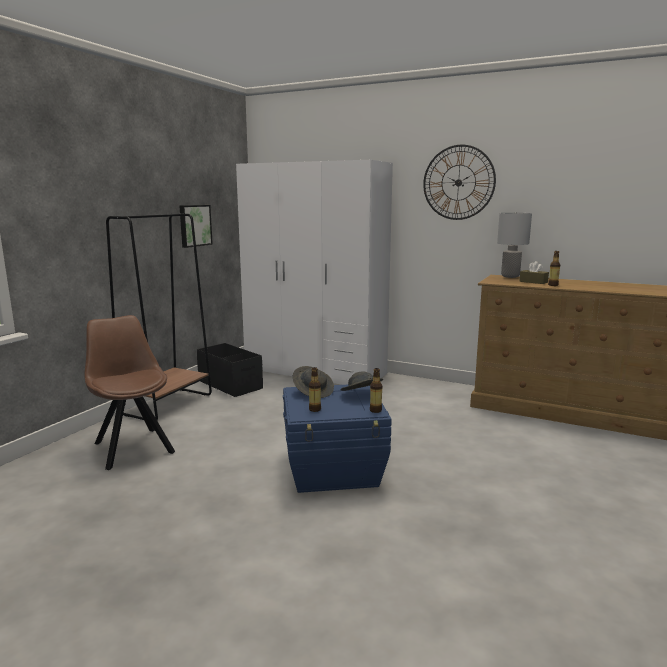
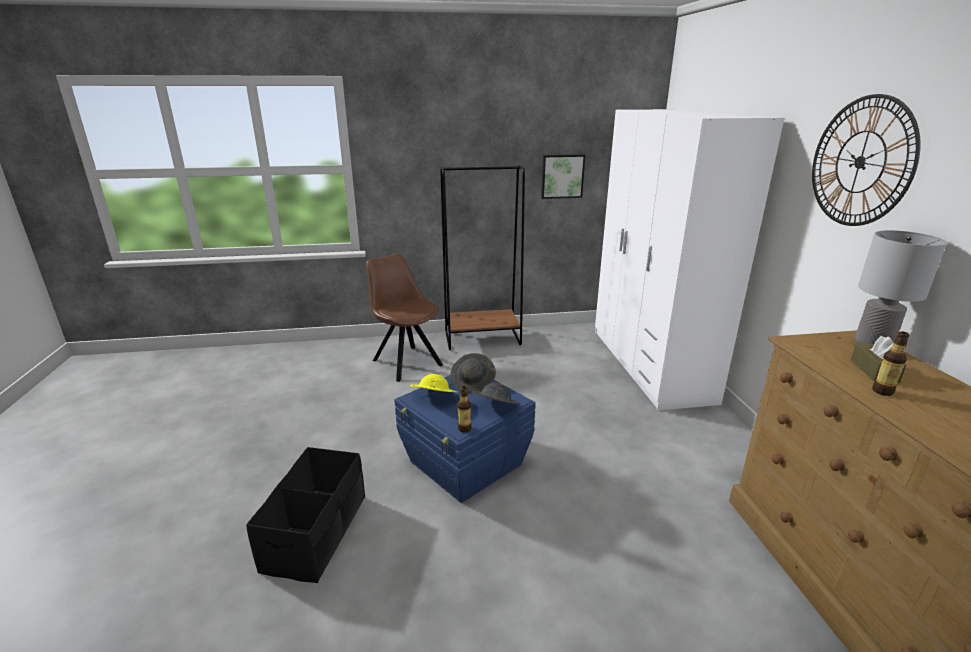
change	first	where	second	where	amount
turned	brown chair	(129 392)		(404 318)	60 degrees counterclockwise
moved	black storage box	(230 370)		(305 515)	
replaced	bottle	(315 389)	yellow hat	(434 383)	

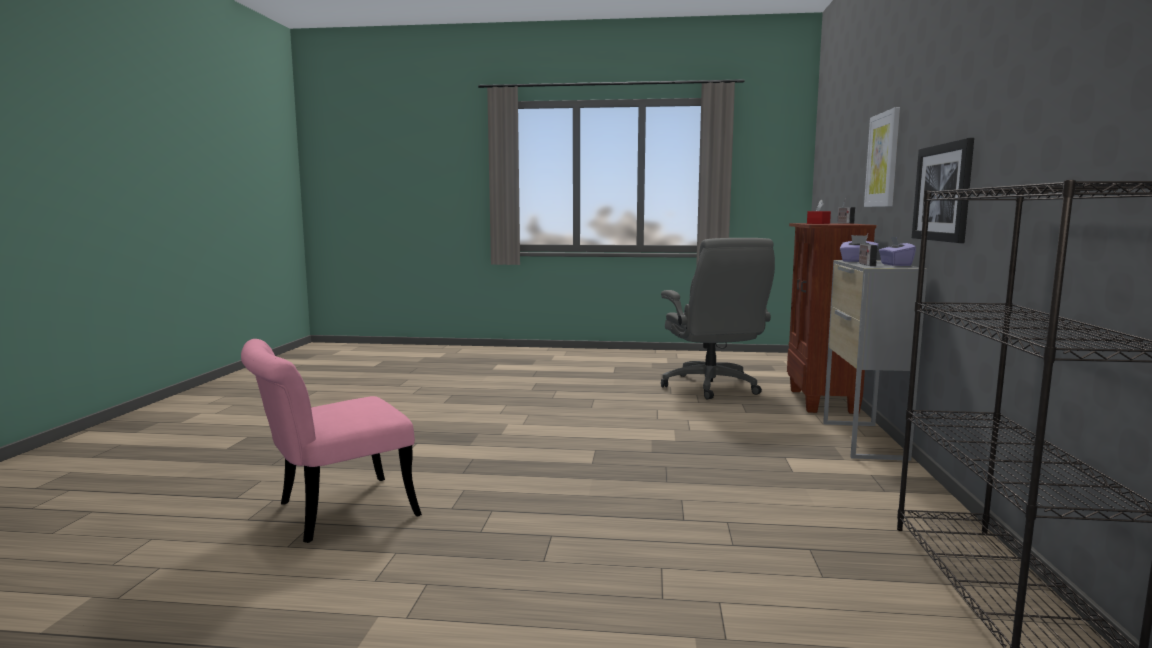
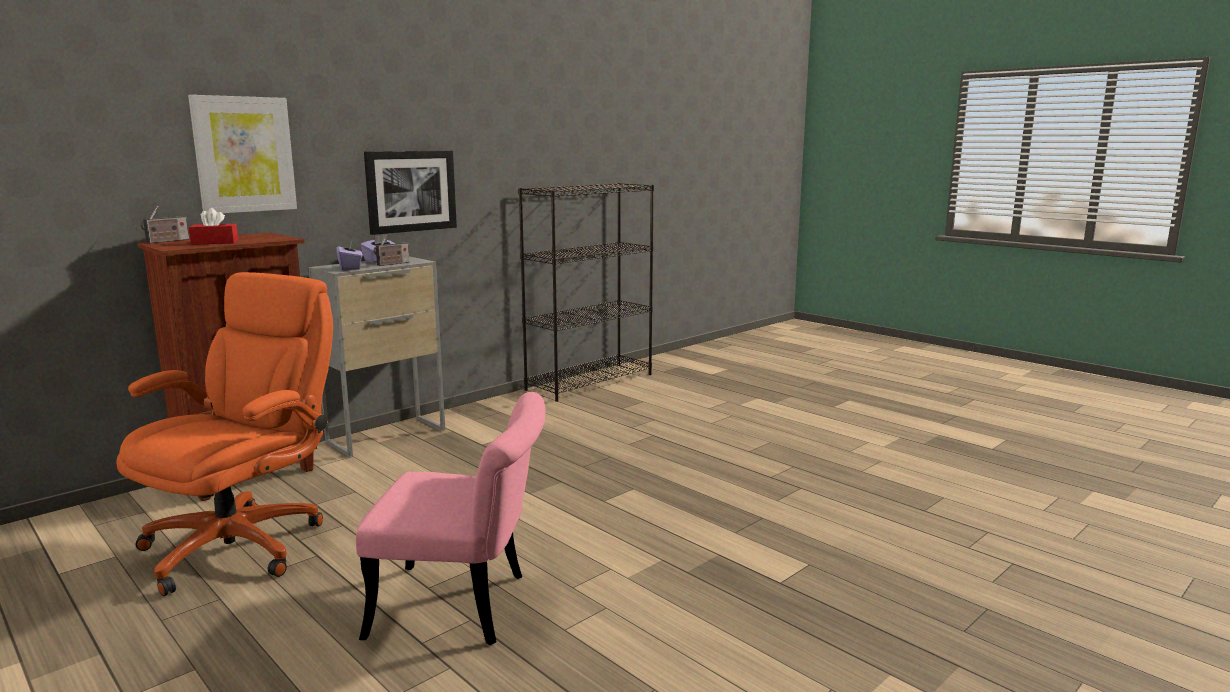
change	first	where	second	where	amount
recoloured	grey office chair	(718 319)	orange office chair	(224 434)	
moved	pink chair	(331 441)		(451 518)	

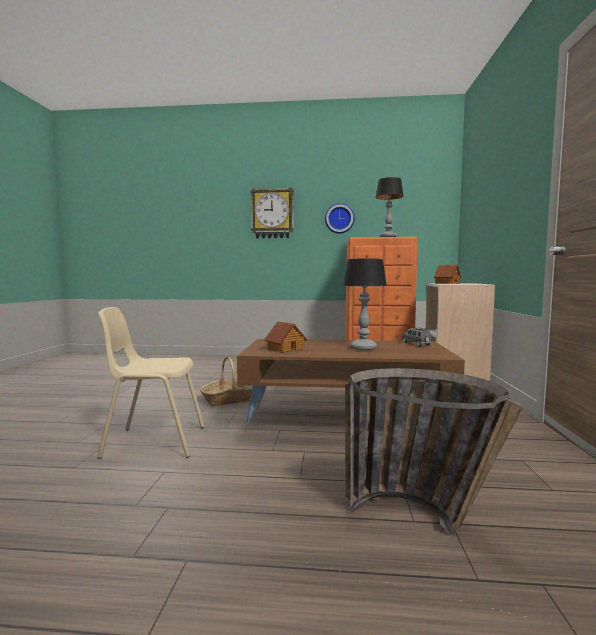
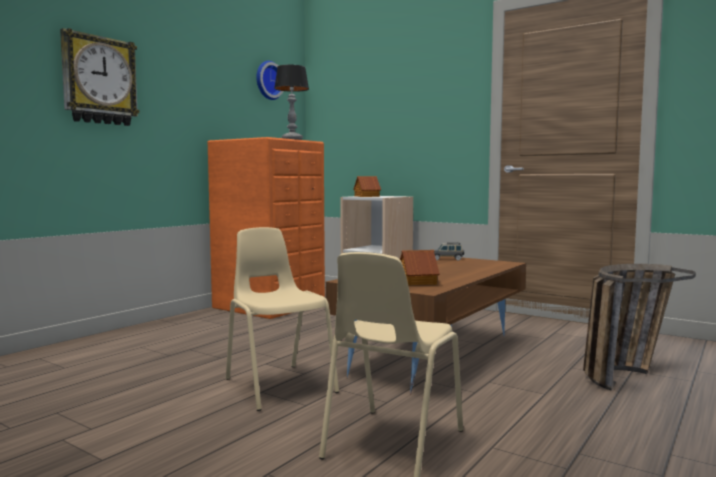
change	first	where	second	where	amount
moved	wall clock	(340 218)		(269 80)	
removed	table lamp	(365 304)			
replaced	basket	(226 381)	beige chair	(282 319)	

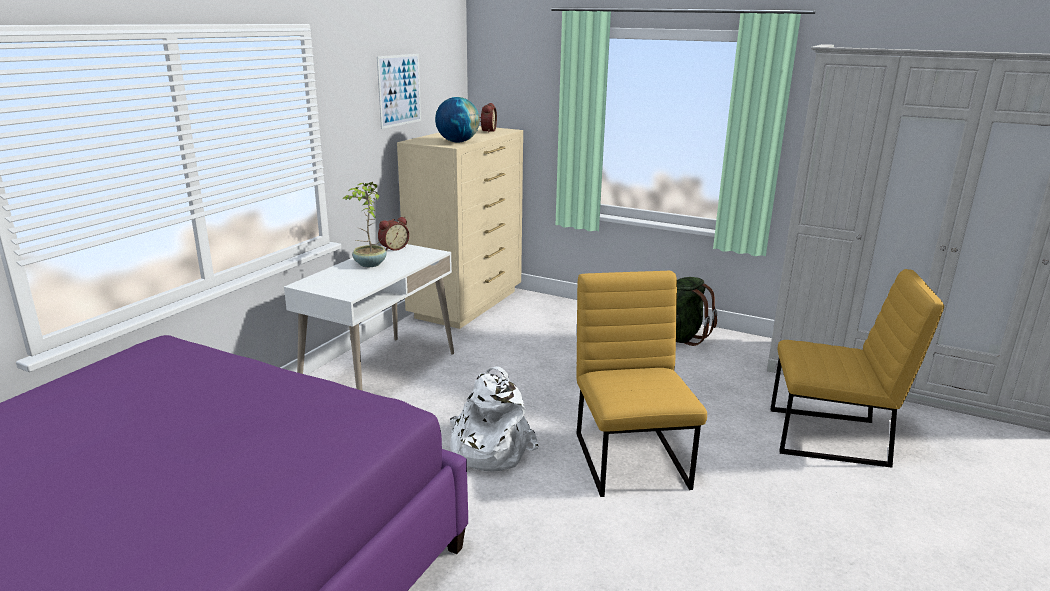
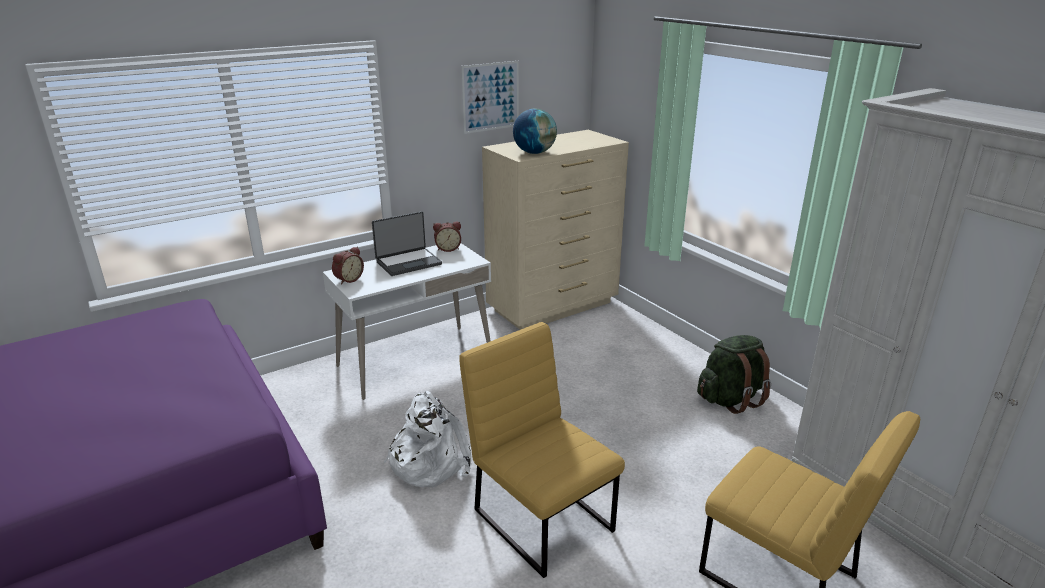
change	first	where	second	where	amount
moved	alarm clock	(488 118)		(348 266)	
replaced	potted plant	(365 224)	laptop	(407 243)	
turned	yellow chair	(641 384)		(542 450)	60 degrees counterclockwise

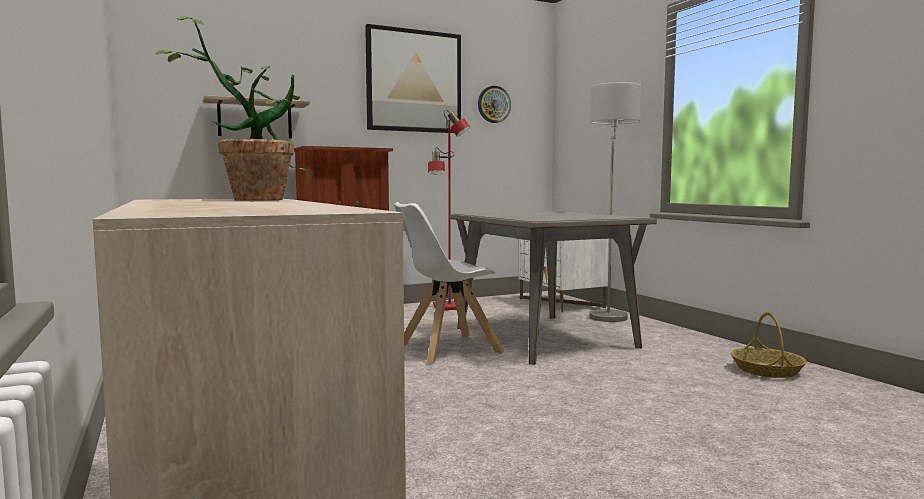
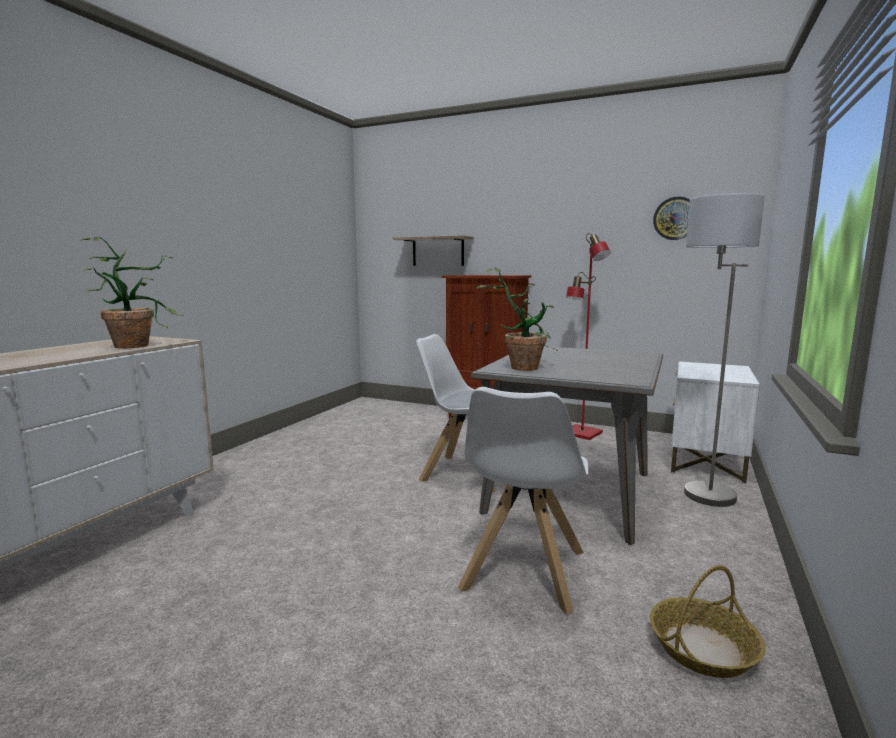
change	first	where	second	where	amount
removed	picture	(413 78)			
added			potted plant	(516 319)	
added			chair	(523 501)	

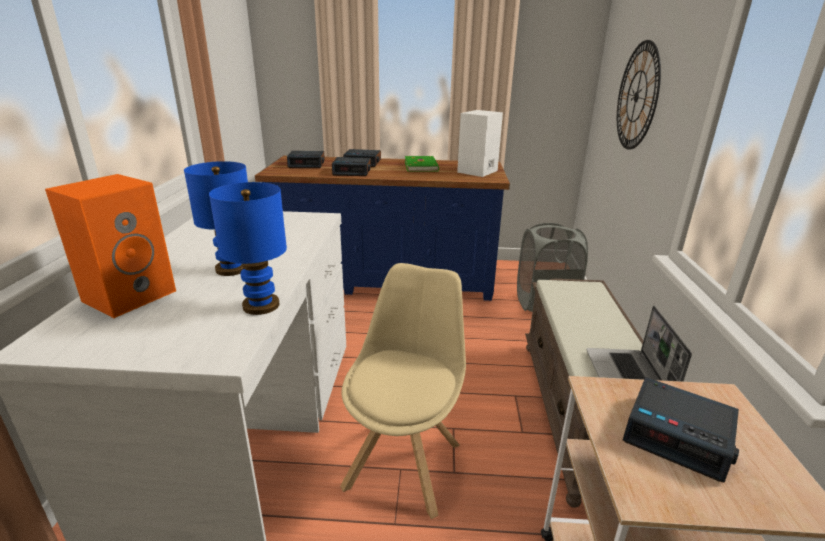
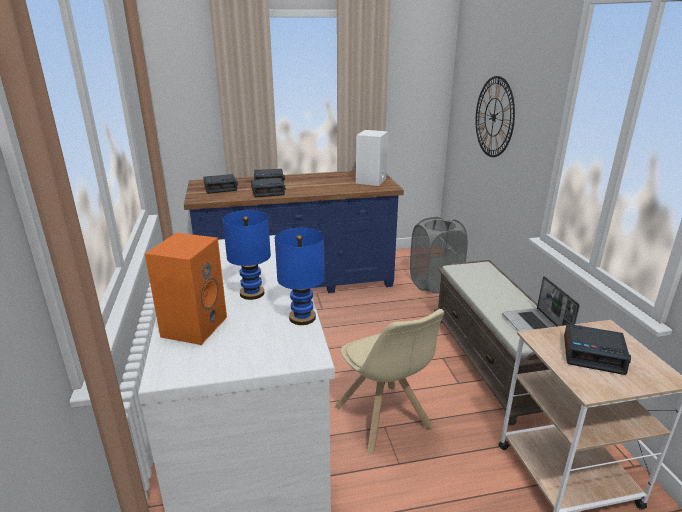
change	first	where	second	where	amount
removed	green book	(422 164)			
turned	beige chair	(403 391)		(389 381)	150 degrees clockwise

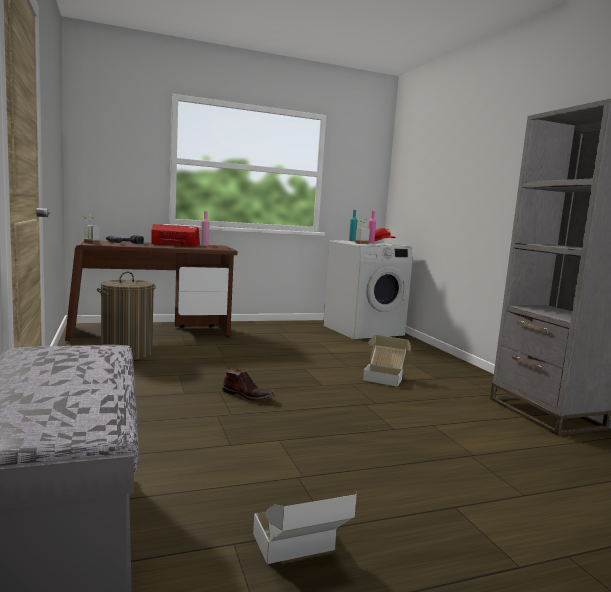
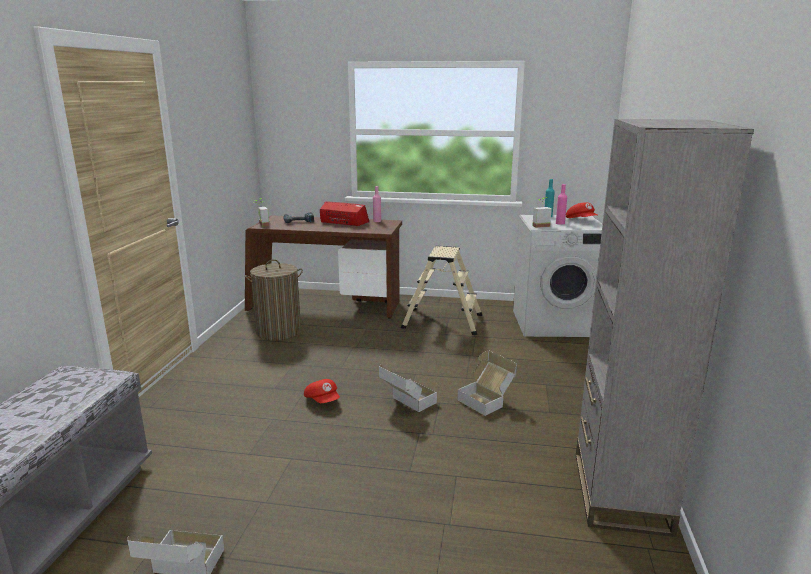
change	first	where	second	where	amount
replaced	brown boot	(248 384)	red cap	(322 391)	
added			beige step ladder	(441 290)	
added			cardboard box	(408 388)	

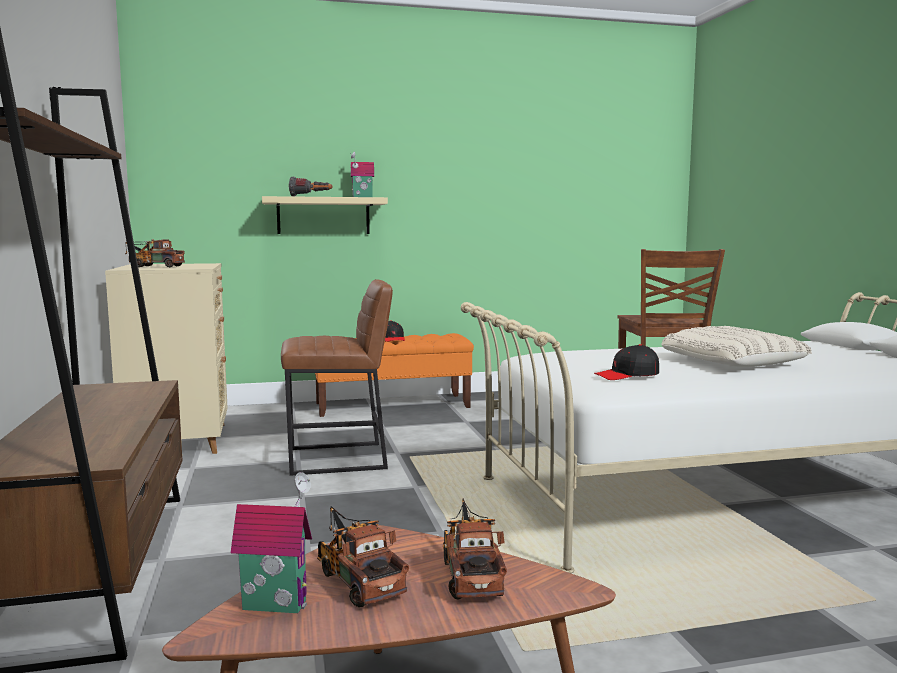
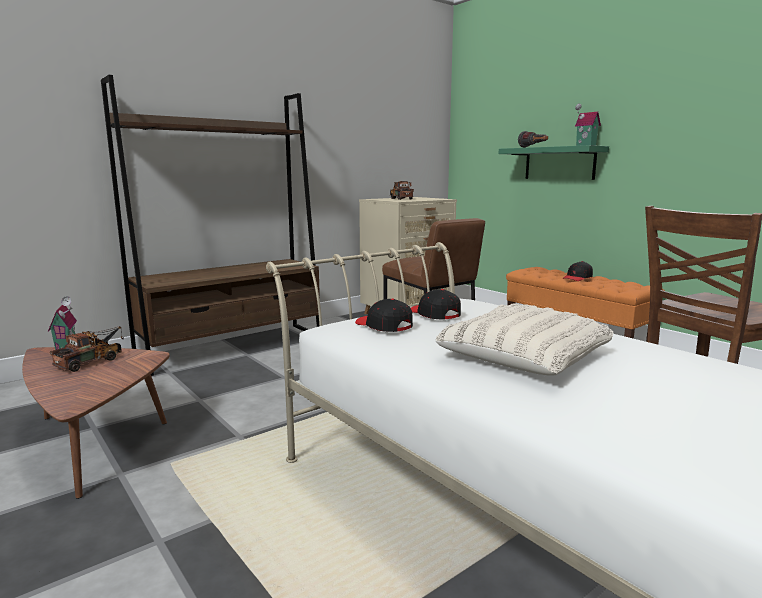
change	first	where	second	where	amount
recoloured	beige shelf	(325 215)	green shelf	(554 162)	
removed	toy truck	(475 549)			
added			black cap	(436 304)	

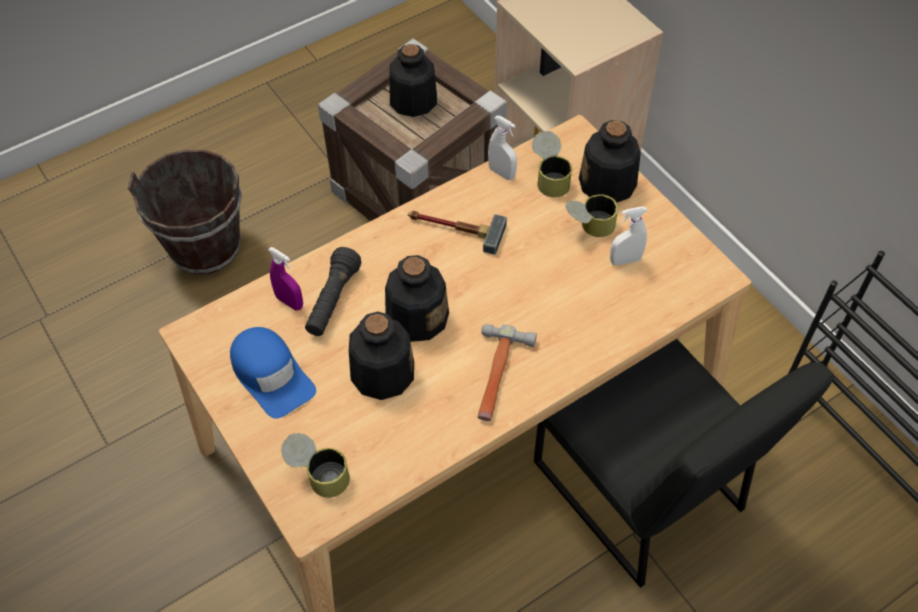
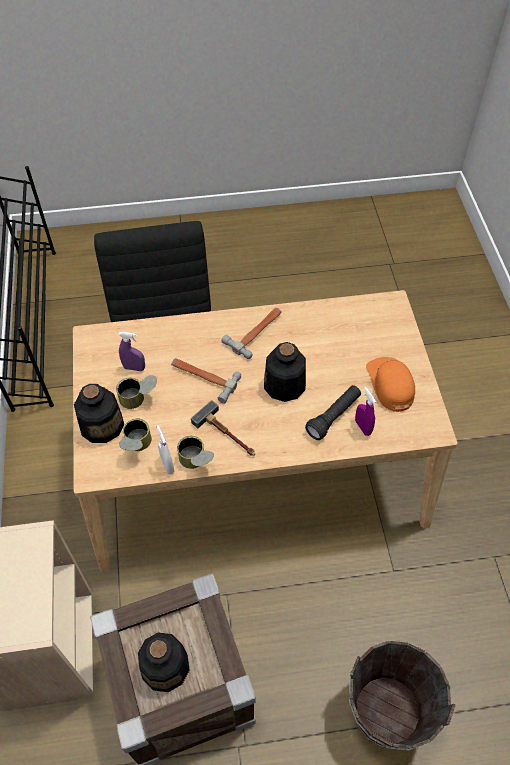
change	first	where	second	where	amount
recoloured	white spray bottle	(628 236)	purple spray bottle	(132 351)	
removed	bottle	(381 356)			
recoloured	blue cap	(273 373)	orange cap	(390 384)	
moved	can	(315 465)		(195 452)	
added			hammer	(206 381)	

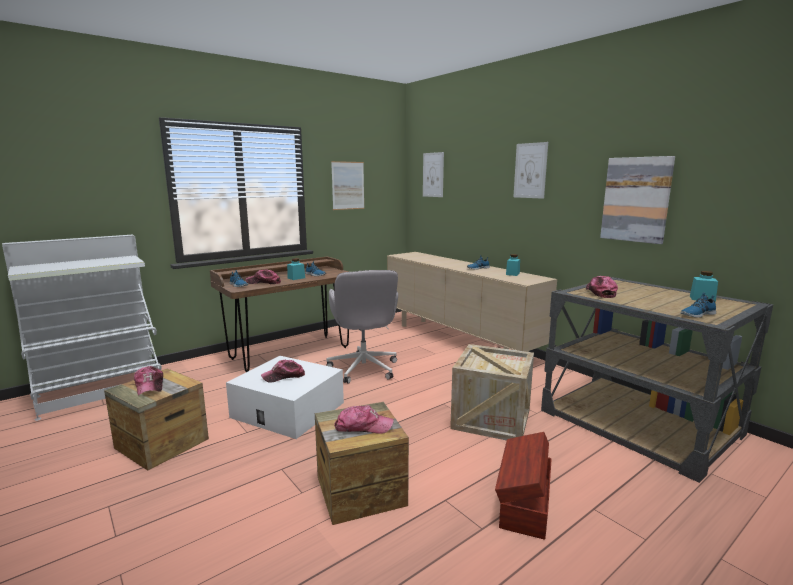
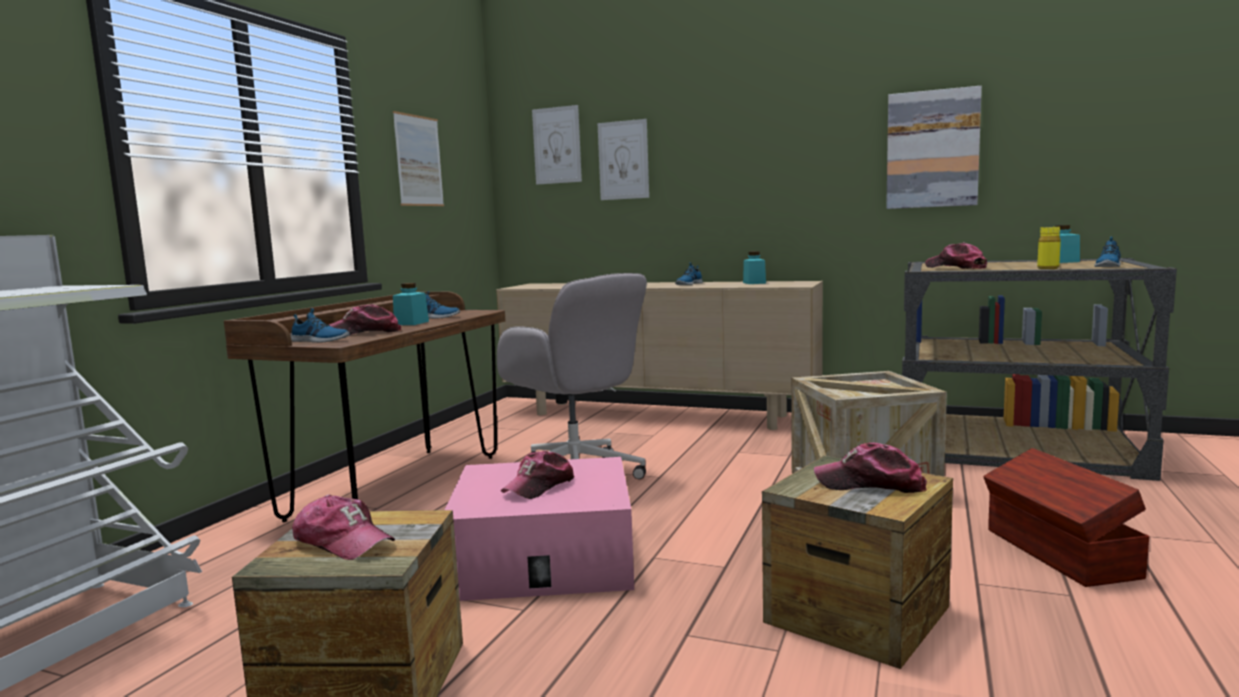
change	first	where	second	where	amount
moved	picture	(530 170)		(623 159)	
recoloured	white storage box	(285 397)	pink storage box	(539 529)	
turned	cap	(364 419)		(870 468)	135 degrees counterclockwise
added			yellow bottle	(1049 248)	

